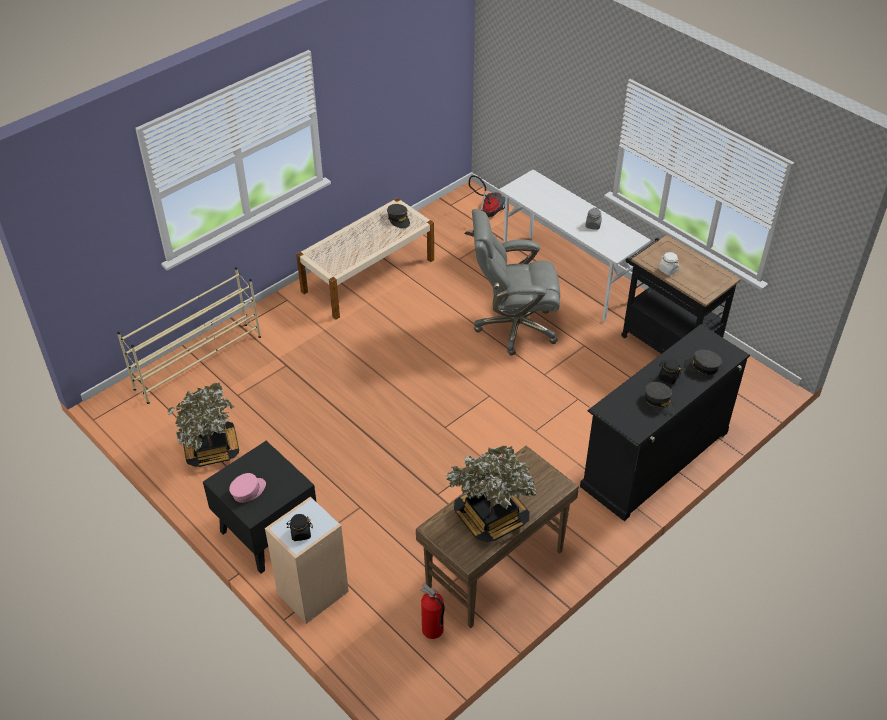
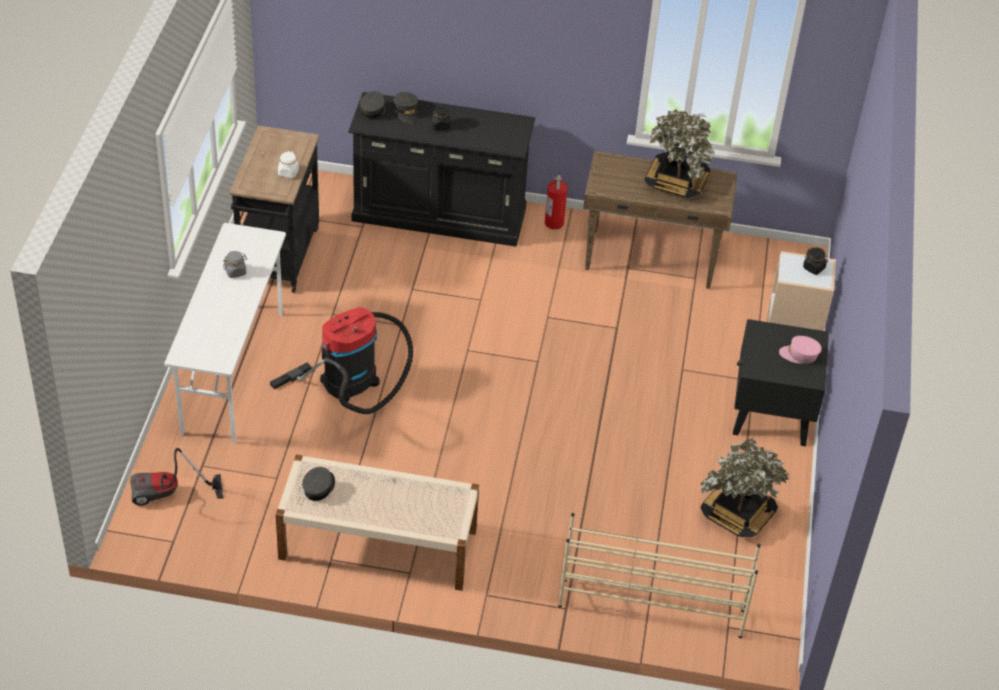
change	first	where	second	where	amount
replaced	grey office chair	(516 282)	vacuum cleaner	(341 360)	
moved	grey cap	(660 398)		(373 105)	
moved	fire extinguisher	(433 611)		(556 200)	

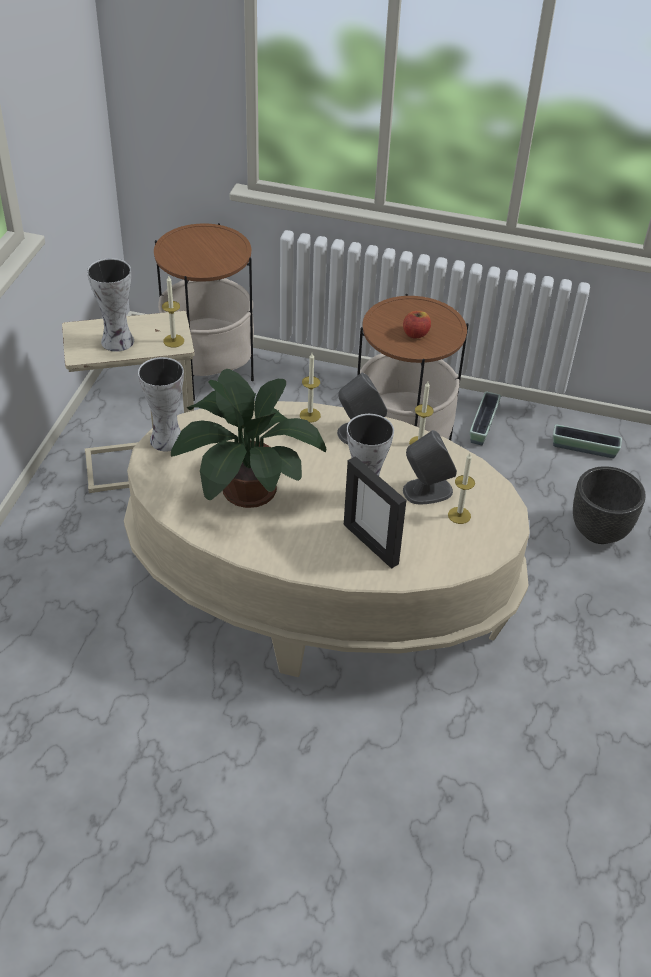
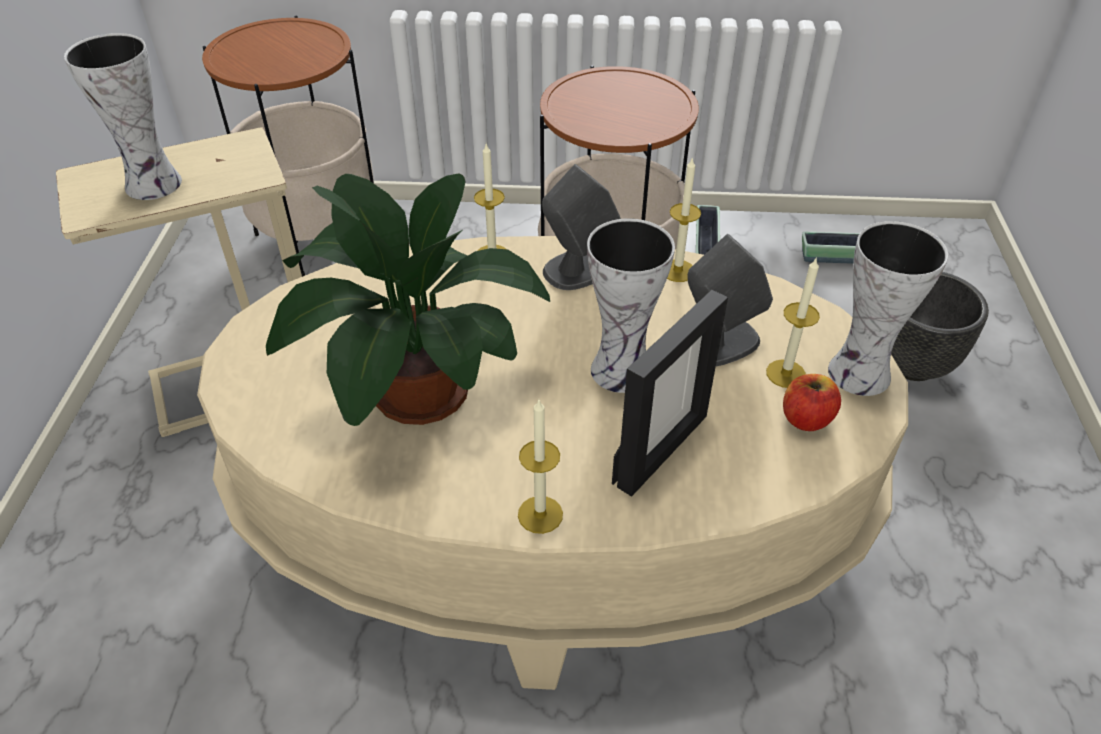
change	first	where	second	where	amount
moved	candle	(173 312)		(540 467)	
moved	apple	(417 325)		(812 402)	
moved	vase	(161 404)		(888 308)	
turned	picture frame	(375 512)		(670 393)	90 degrees counterclockwise

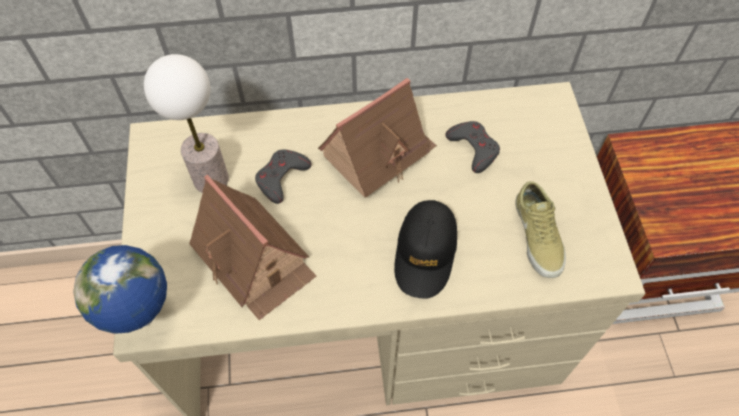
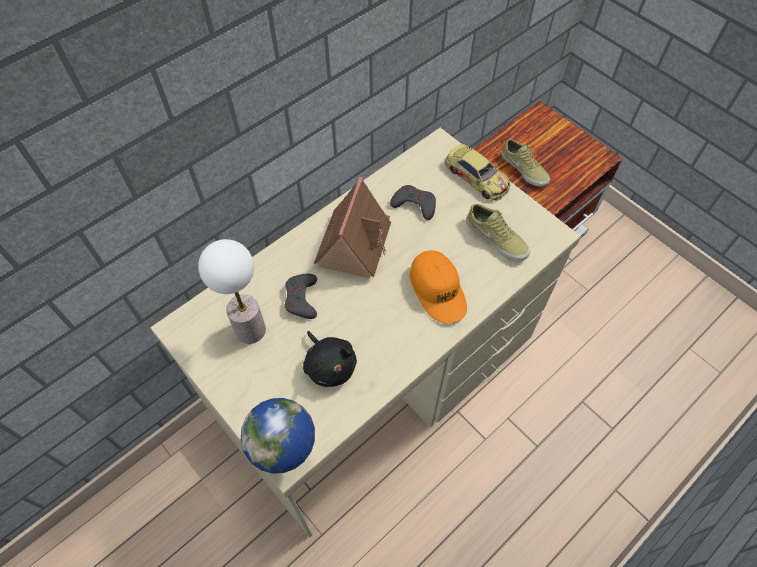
change	first	where	second	where	amount
replaced	toy house	(252 247)	black plush toy	(330 359)	
recoloured	black cap	(425 249)	orange cap	(438 287)	
added			beige shoe	(525 163)	
added			toy car	(478 172)	

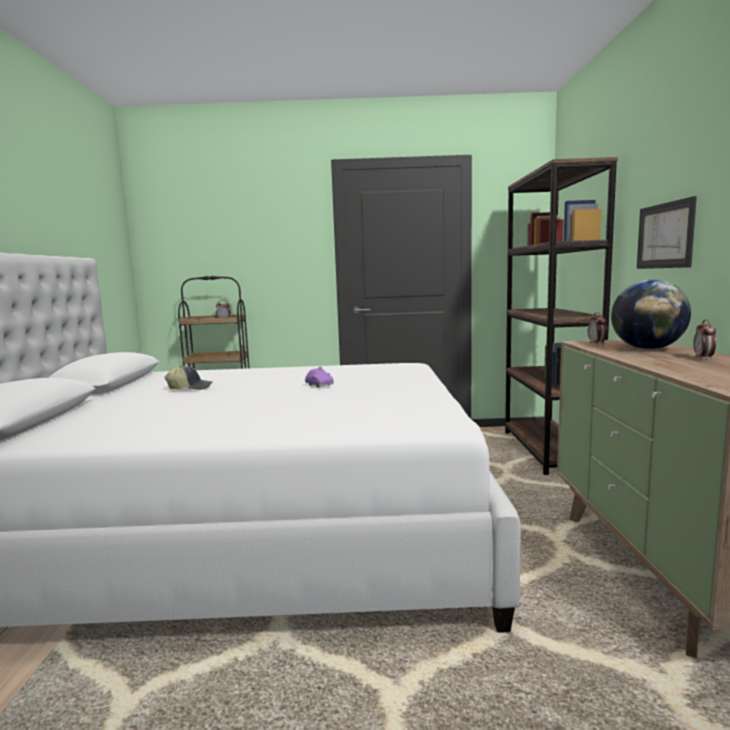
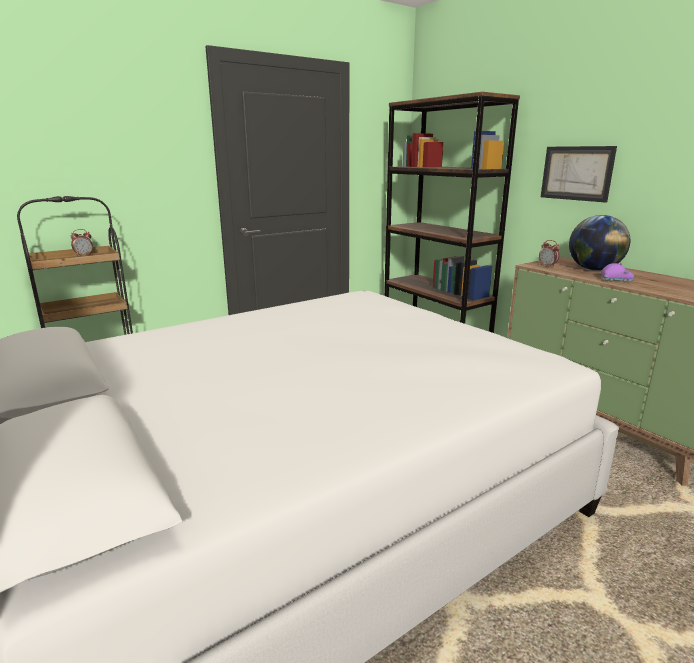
change	first	where	second	where	amount
removed	alarm clock	(704 339)			
removed	cap	(189 378)			
moved	purple toy car	(319 376)		(617 271)	

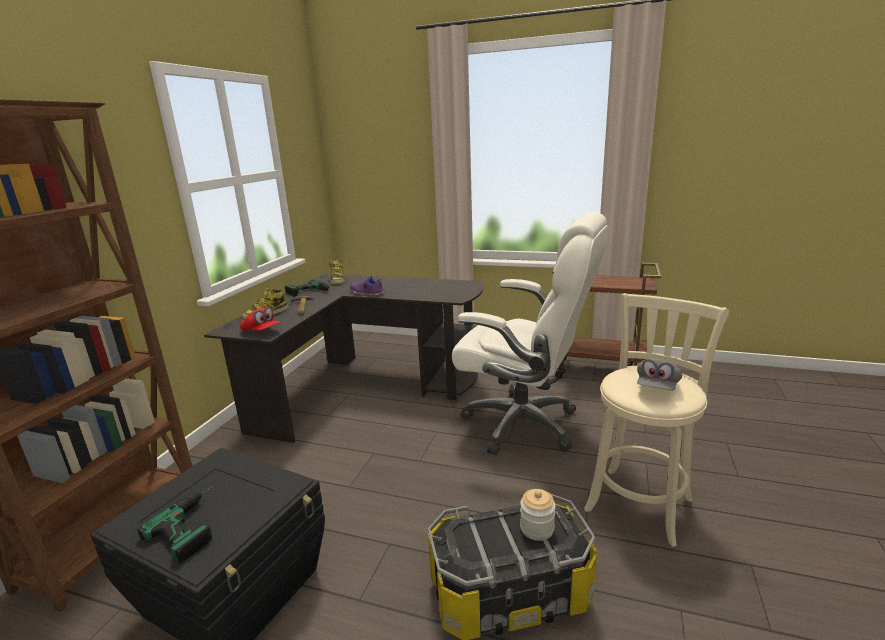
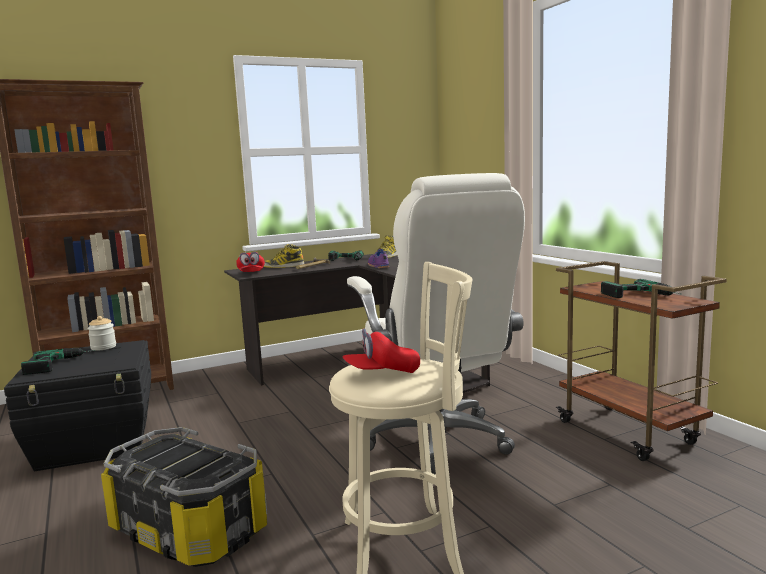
change	first	where	second	where	amount
recoloured	grey cap	(659 374)	red cap	(381 350)	
moved	jar	(538 515)		(102 333)	
added			power drill	(641 288)	

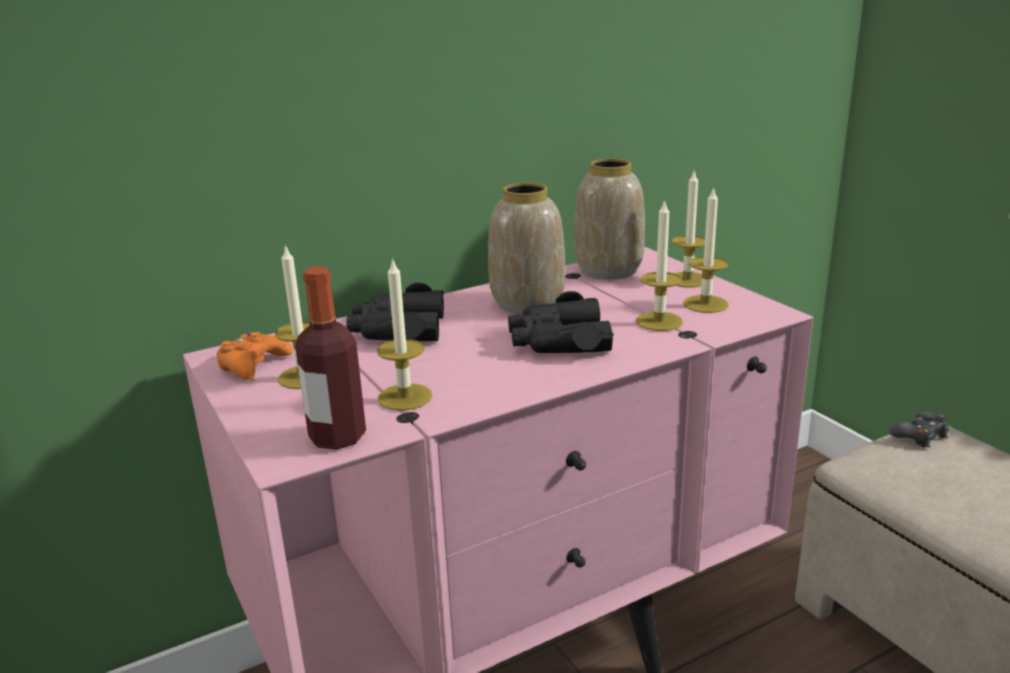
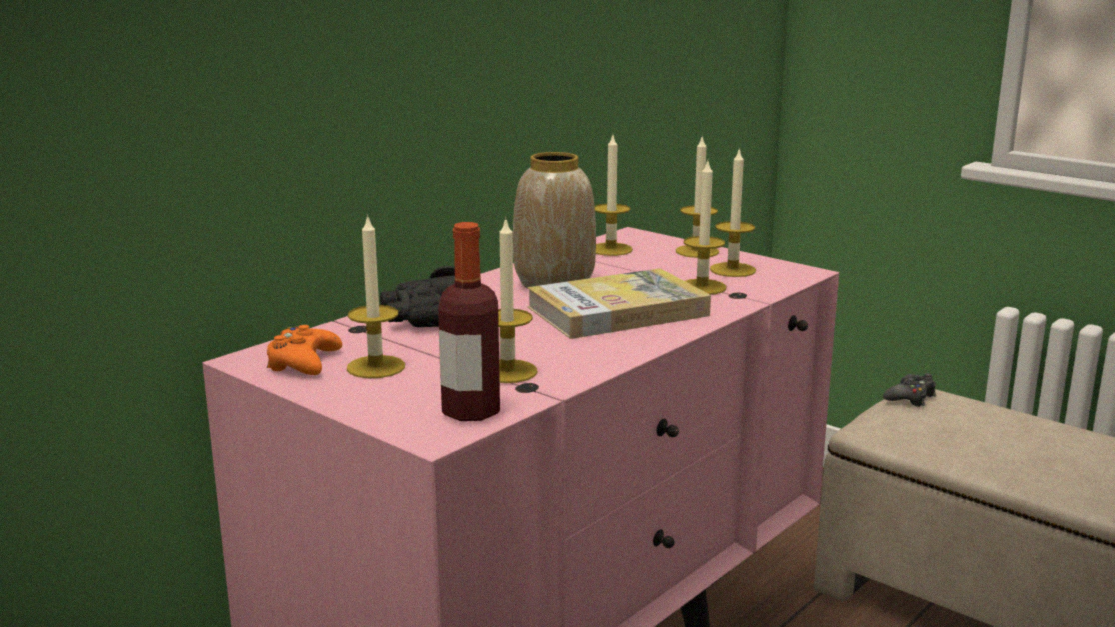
change	first	where	second	where	amount
replaced	vase	(609 219)	candle	(614 195)	
replaced	black binoculars	(561 322)	book	(619 303)	

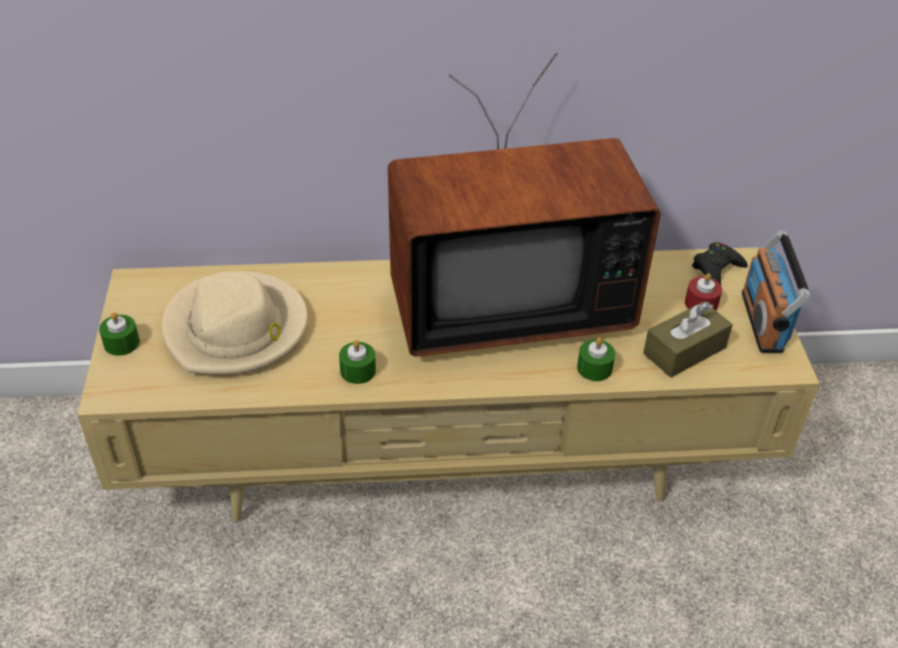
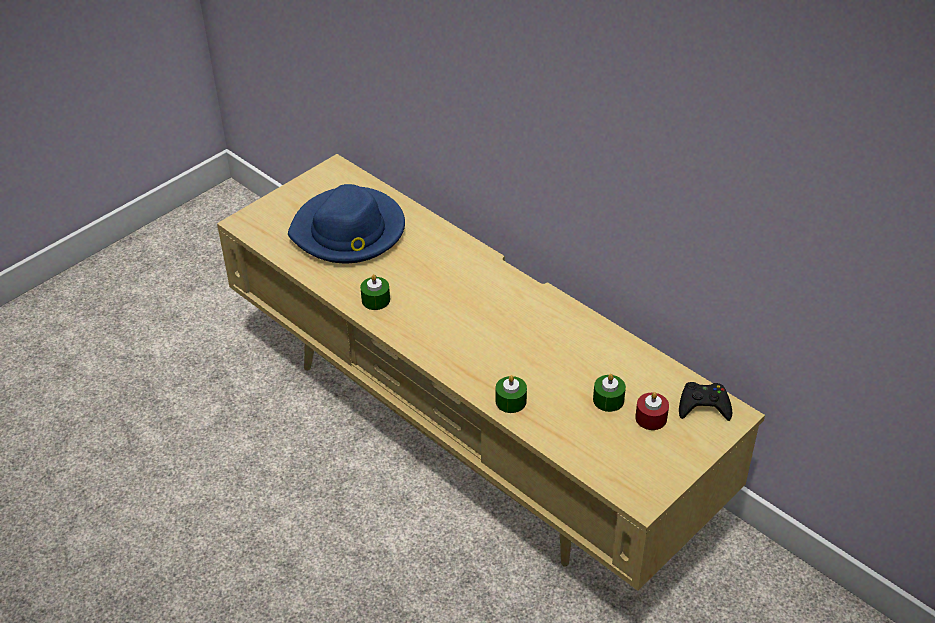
change	first	where	second	where	amount
removed	television	(524 205)			
removed	radio	(776 291)			
recoloured	beige hat	(235 323)	blue hat	(346 223)	
removed	brown tissue box	(688 339)			
moved	green candle	(119 334)		(609 393)	

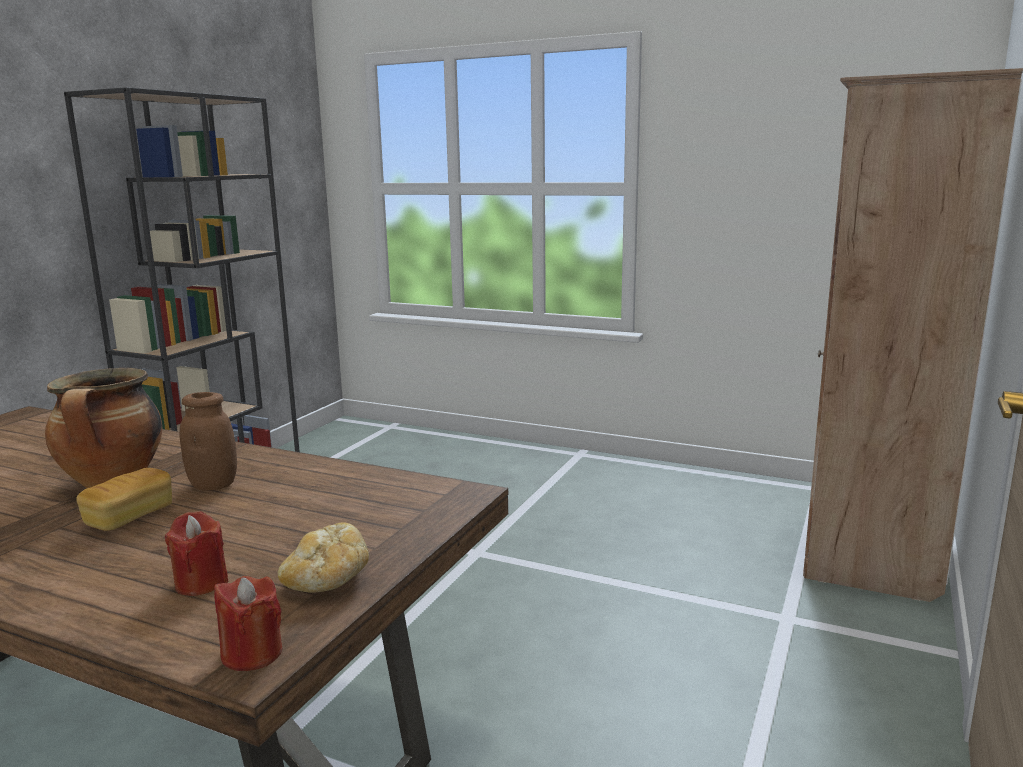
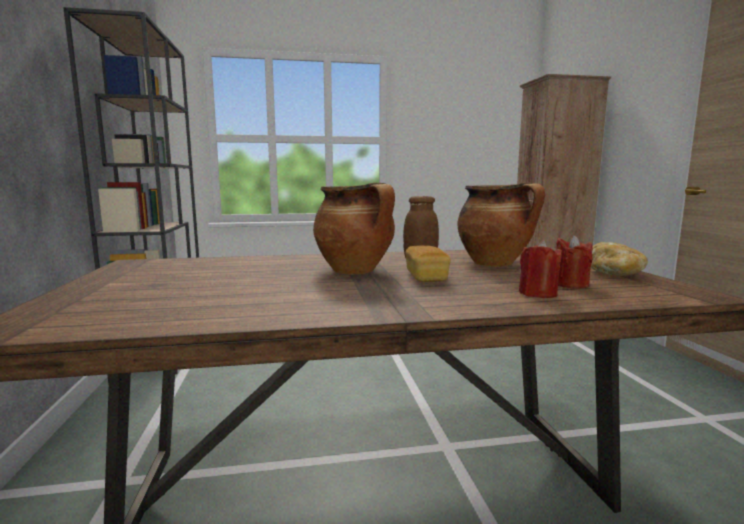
change	first	where	second	where	amount
moved	red candle	(248 623)		(540 269)	
added			cooking pot	(501 224)	

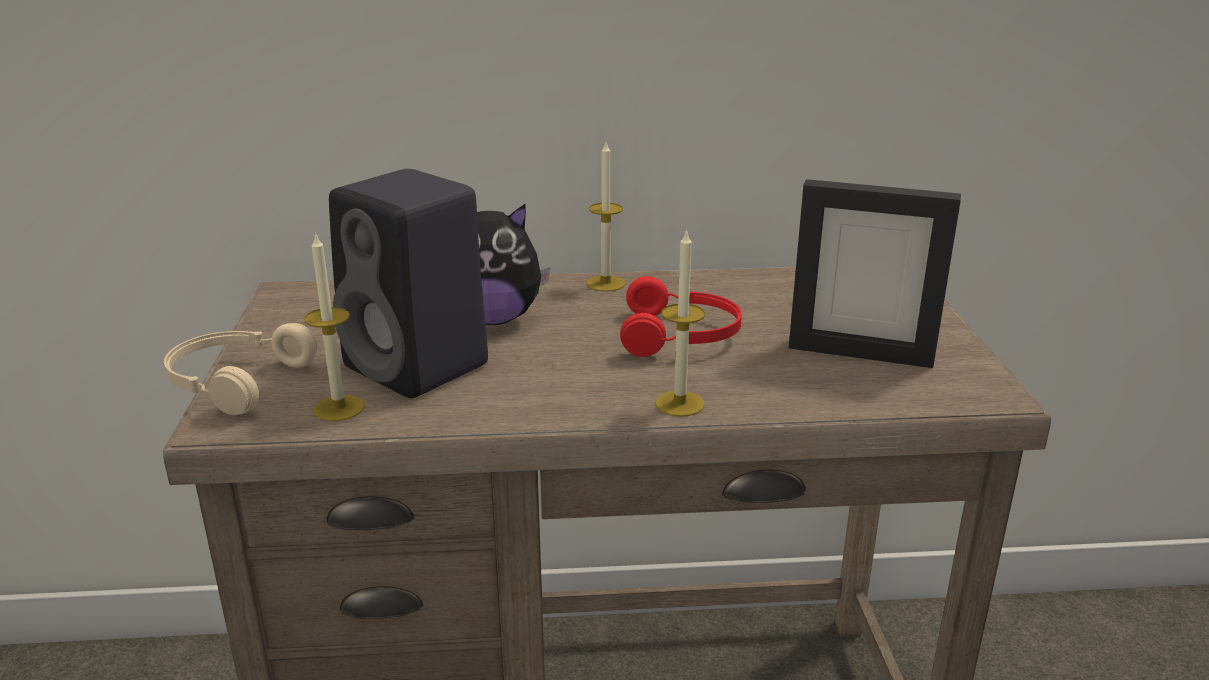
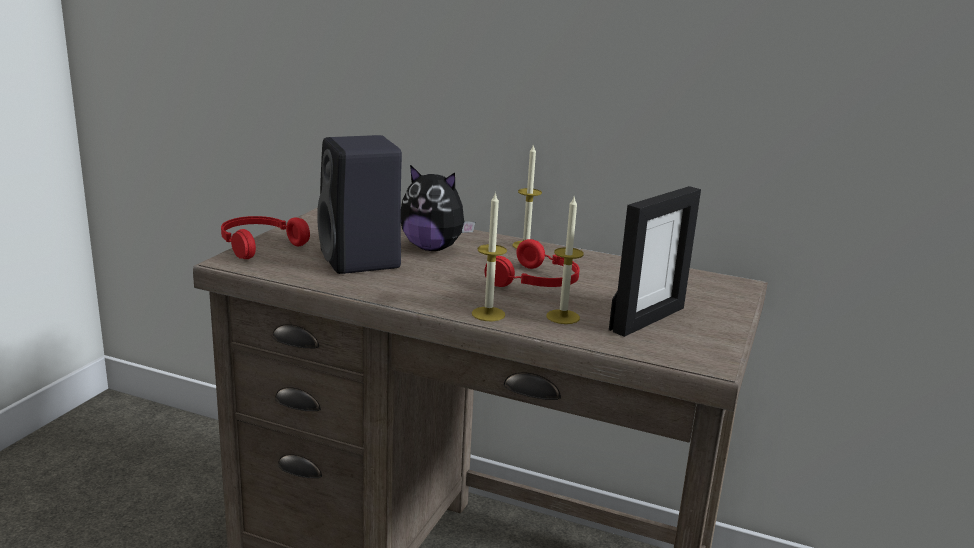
change	first	where	second	where	amount
turned	picture frame	(875 273)		(655 261)	90 degrees counterclockwise
moved	candle	(334 326)		(565 260)	
recoloured	beige headphones	(240 369)	red headphones	(265 237)	

